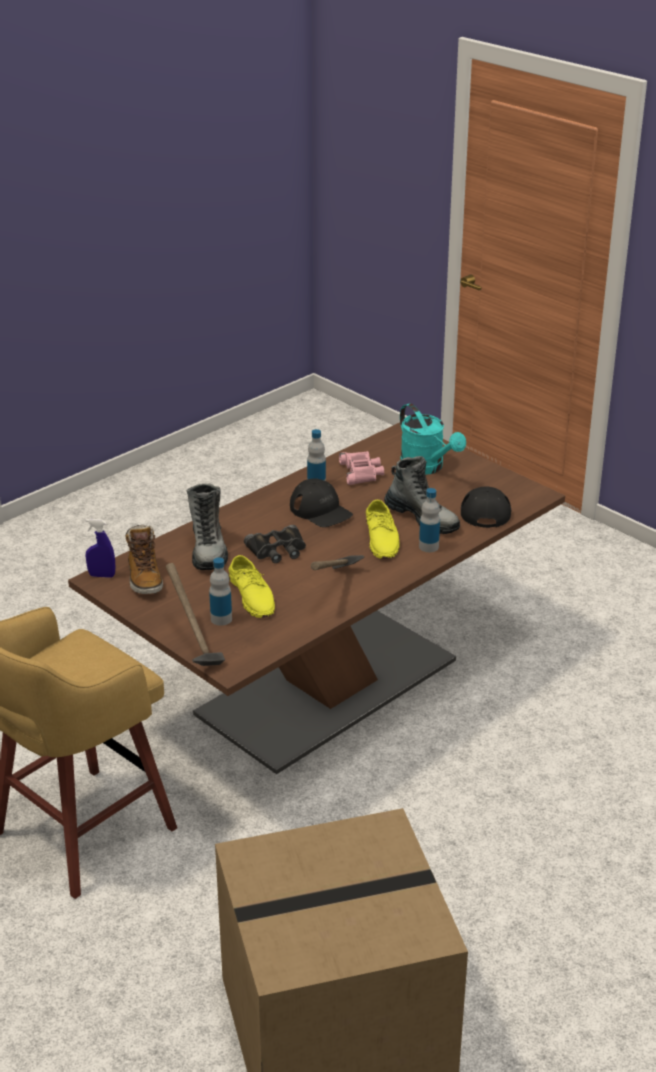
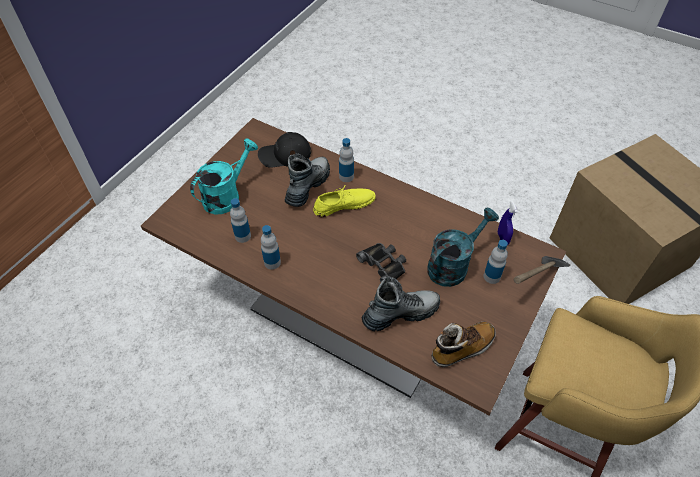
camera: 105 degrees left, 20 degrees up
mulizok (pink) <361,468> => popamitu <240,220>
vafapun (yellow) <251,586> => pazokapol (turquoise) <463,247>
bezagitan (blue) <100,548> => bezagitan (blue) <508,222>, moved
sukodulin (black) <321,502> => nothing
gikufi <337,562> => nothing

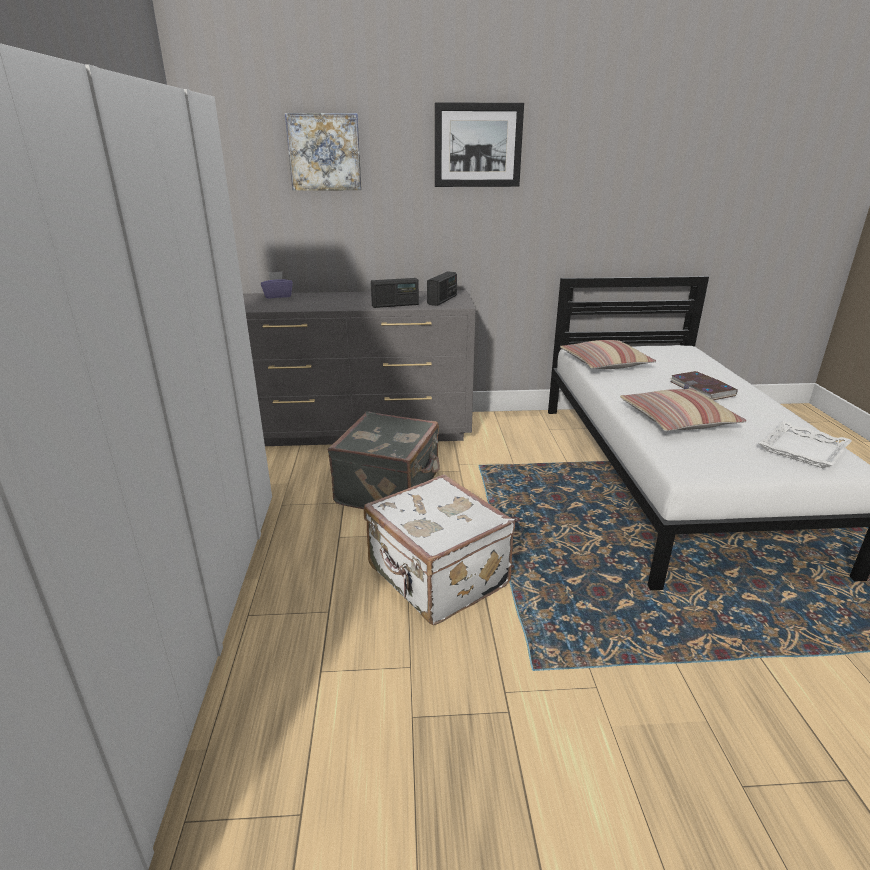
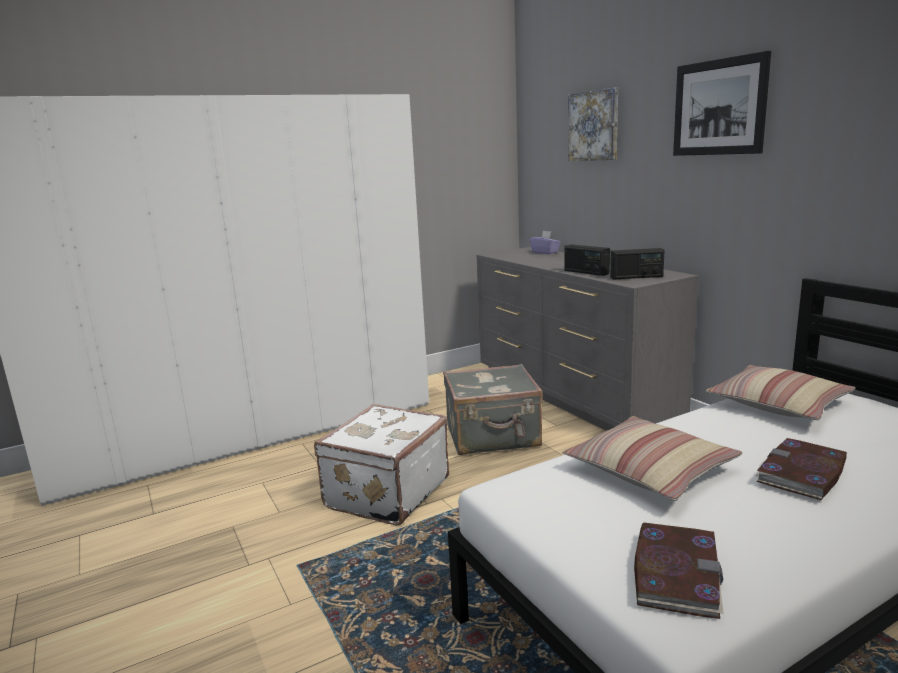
camera: 65 degrees right, 10 degrees down
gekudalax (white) <805,444> => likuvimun <679,571>

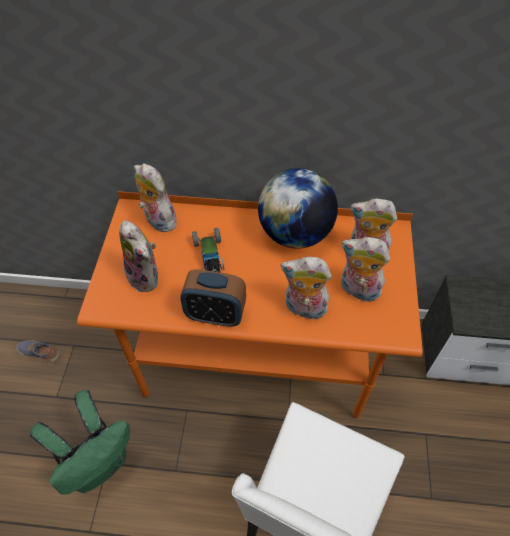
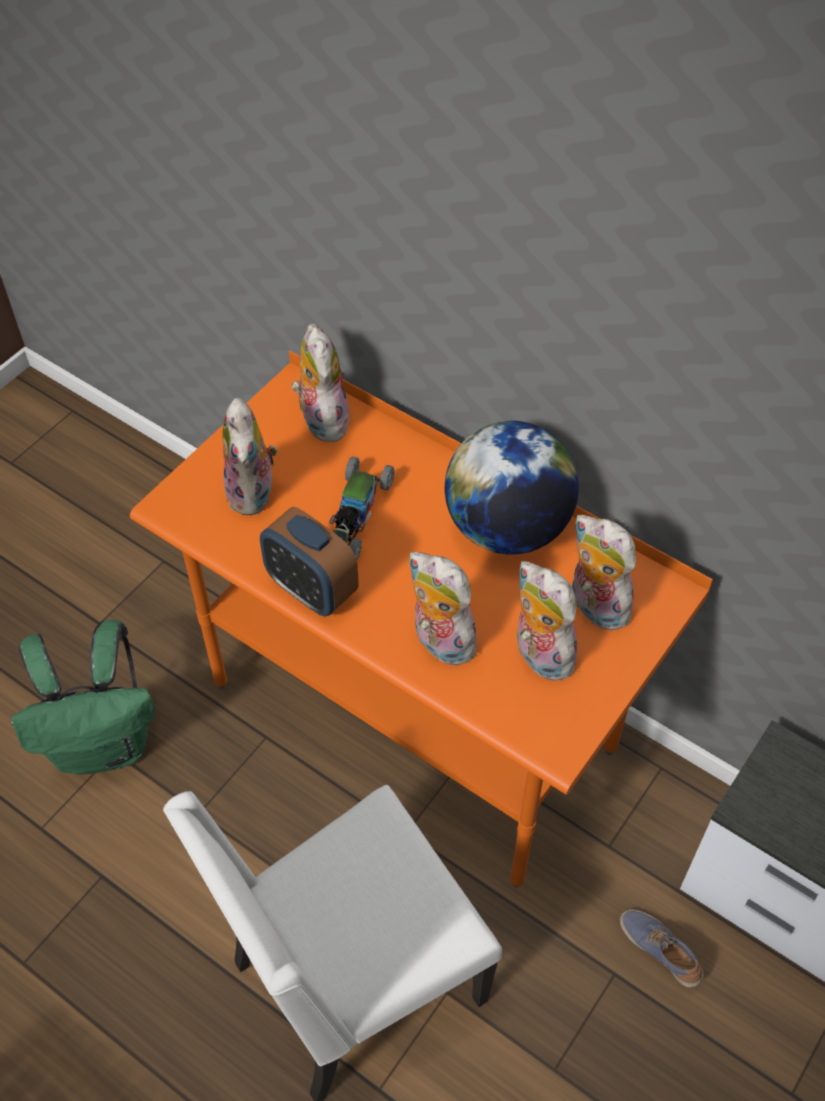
camera: 30 degrees right, 0 degrees up
vafapun <37,351> => vafapun <662,948>, moved

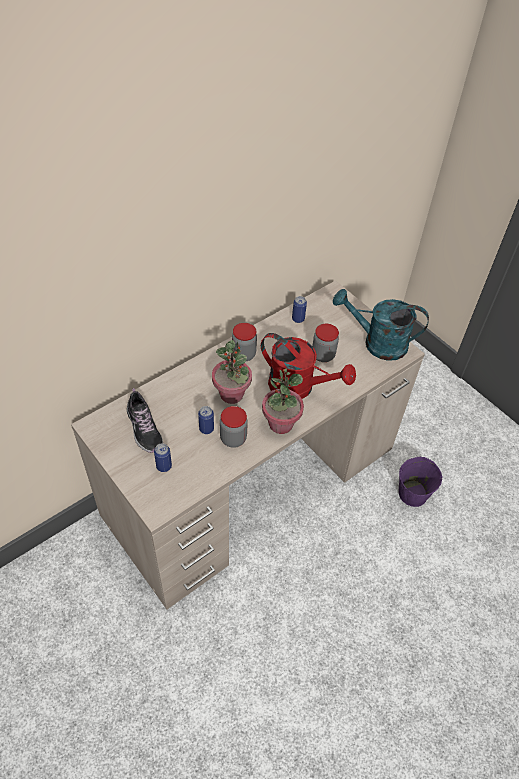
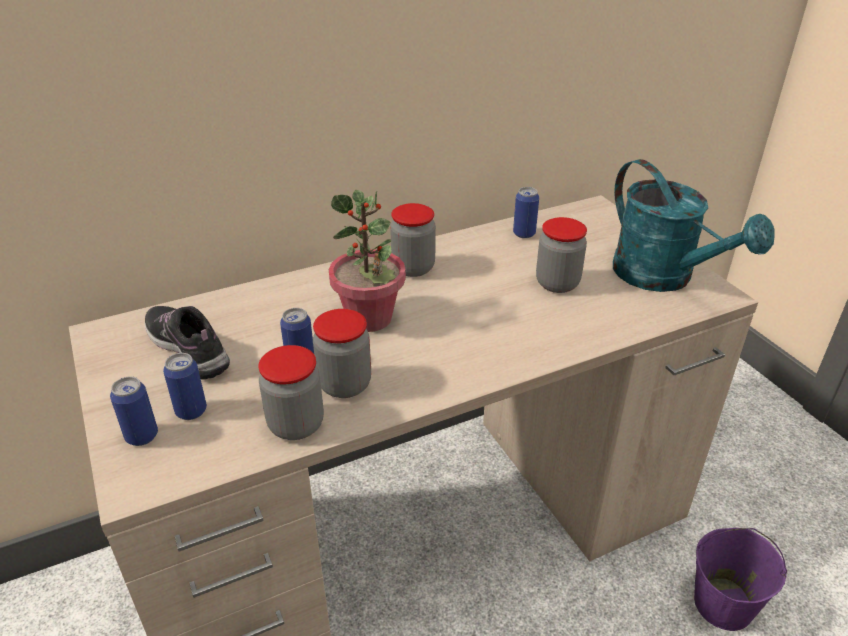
camera: 15 degrees right, 15 degrees down
nothing => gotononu <134,411>
vafapun <145,420> => vafapun <187,343>, 150 degrees clockwise
nothing => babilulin <291,392>
pazokapol (turquoise) <381,325> => pazokapol (turquoise) <694,225>, 150 degrees counterclockwise
pazokapol (red) <308,366> => nothing
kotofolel <283,401> => nothing

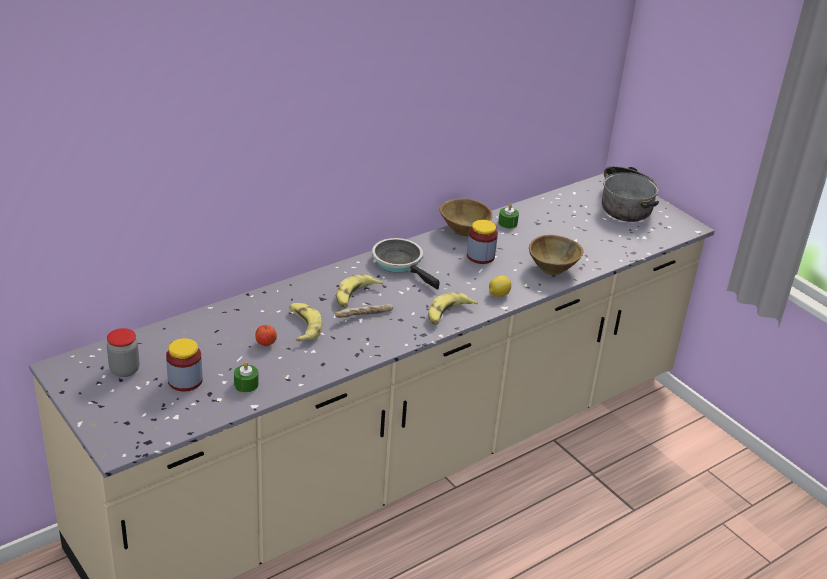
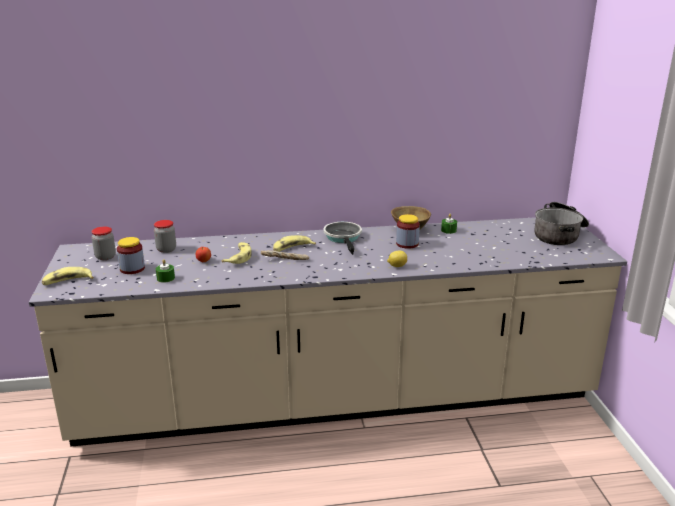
camera: 30 degrees right, 10 degrees down
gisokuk <453,309> => gisokuk <68,276>, moved
nothing => babilulin <165,236>
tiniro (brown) <556,255> => nothing

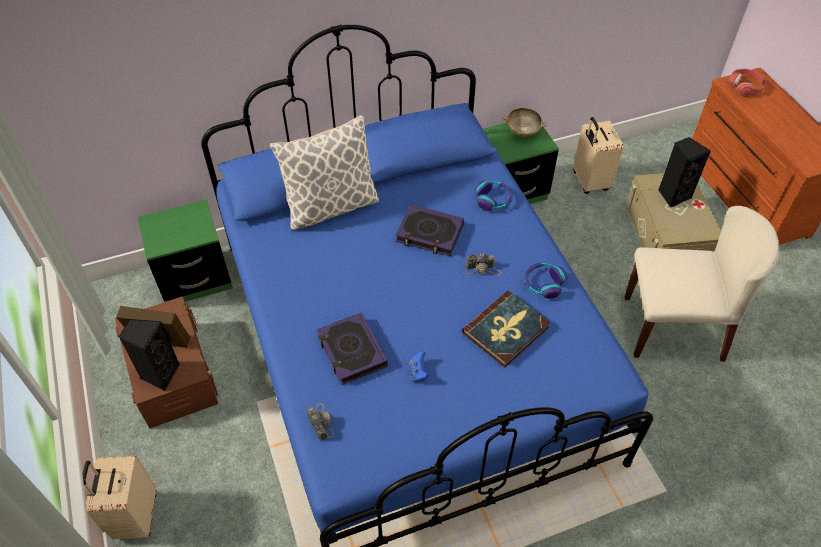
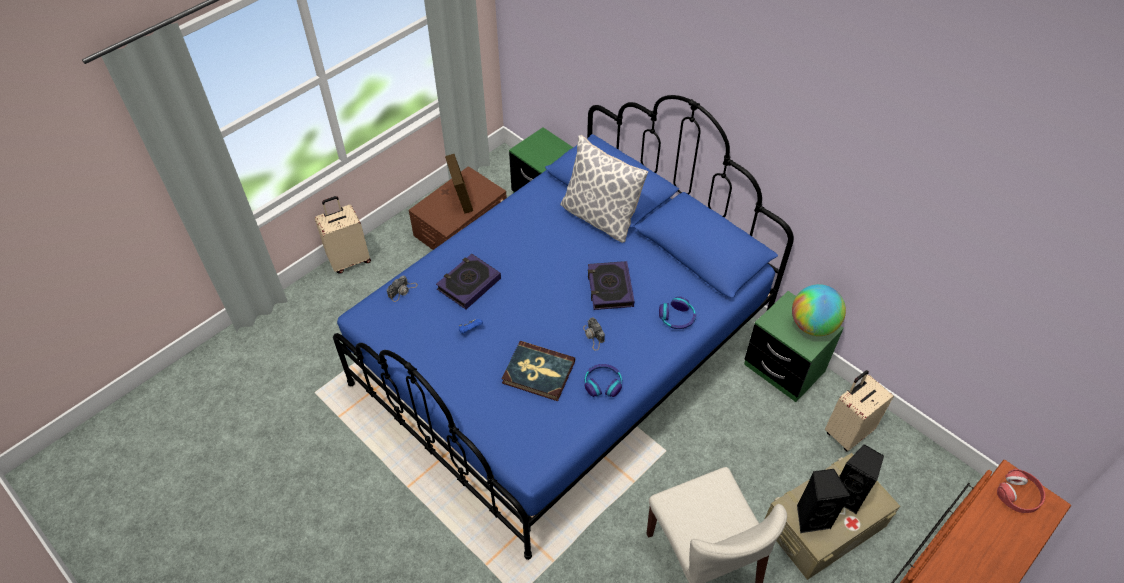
camera: 65 degrees right, 0 degrees up
tiniro (beige) <525,122> => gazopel <819,310>
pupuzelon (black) <149,355> => pupuzelon (black) <823,501>, moved

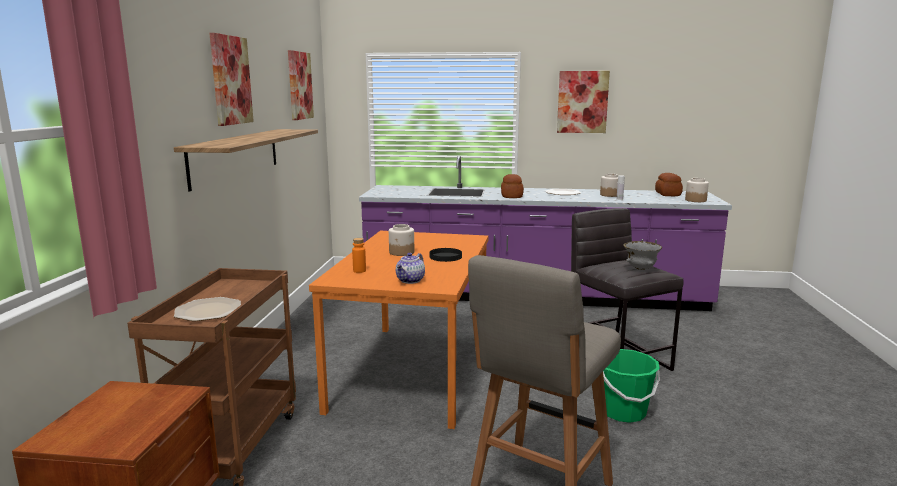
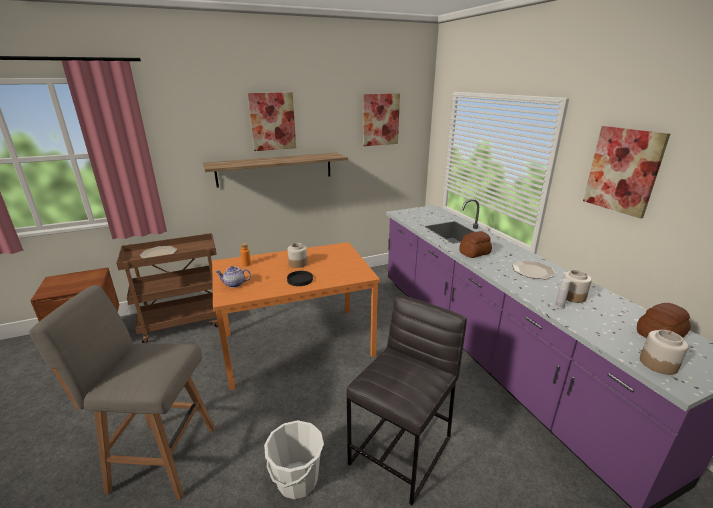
camera: 60 degrees right, 10 degrees up
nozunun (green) <631,386> => nozunun (white) <294,459>
tiniro (grey) <642,255> => nothing

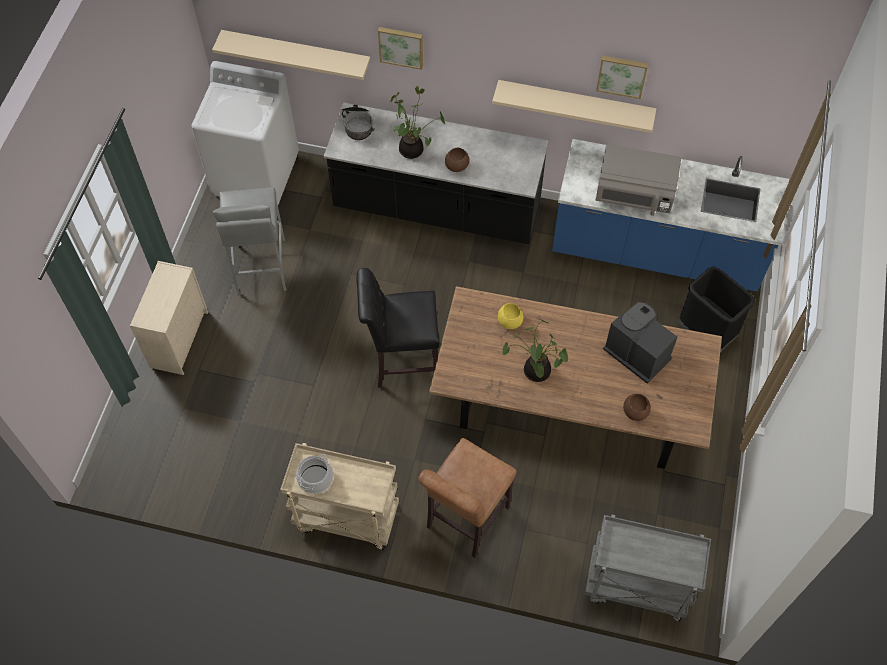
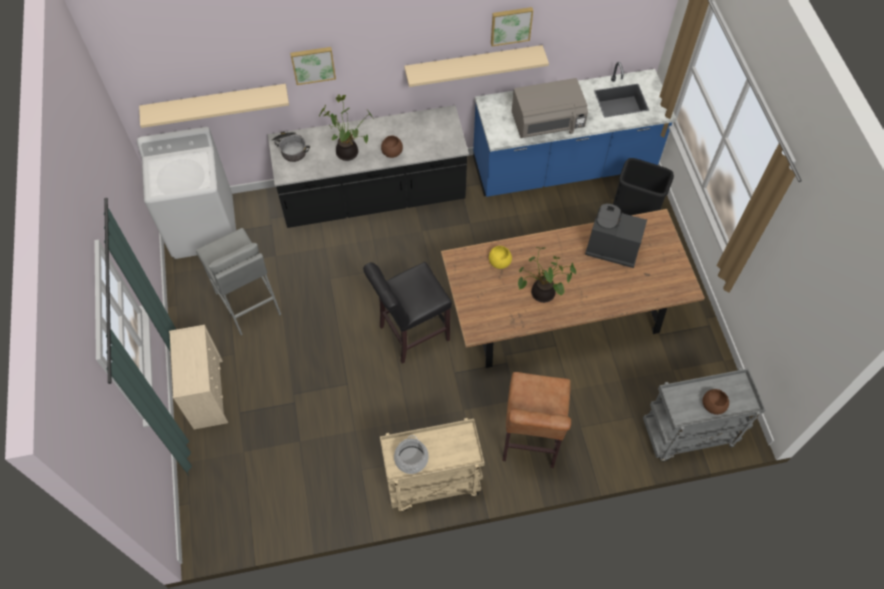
camera: 25 degrees left, 0 degrees up
tiniro (brown) <637,407> => tiniro (brown) <715,402>, moved

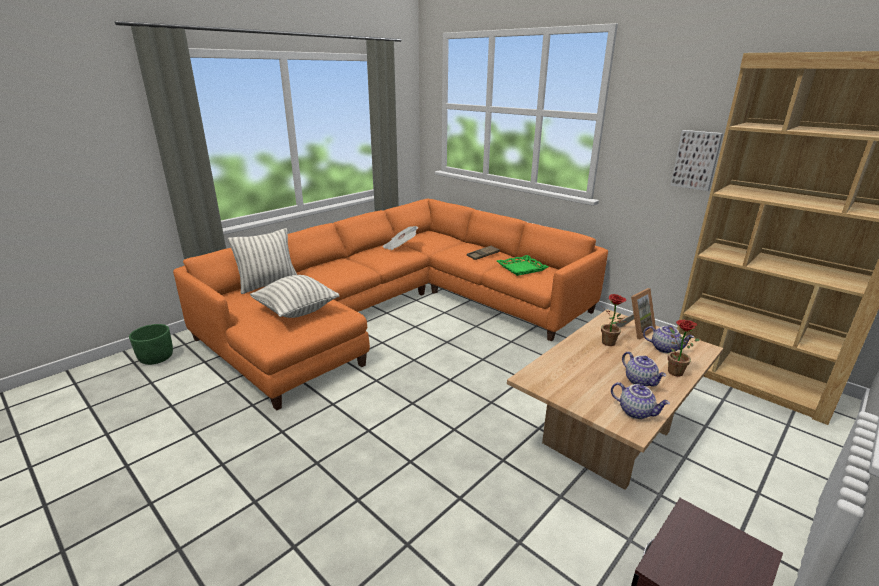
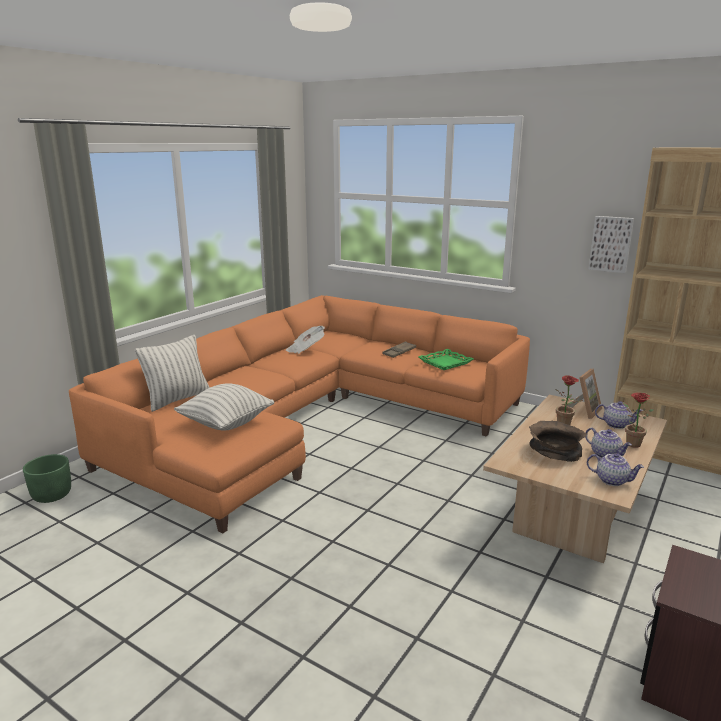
camera: 10 degrees left, 5 degrees down
nothing => tiniro (brown) <558,441>

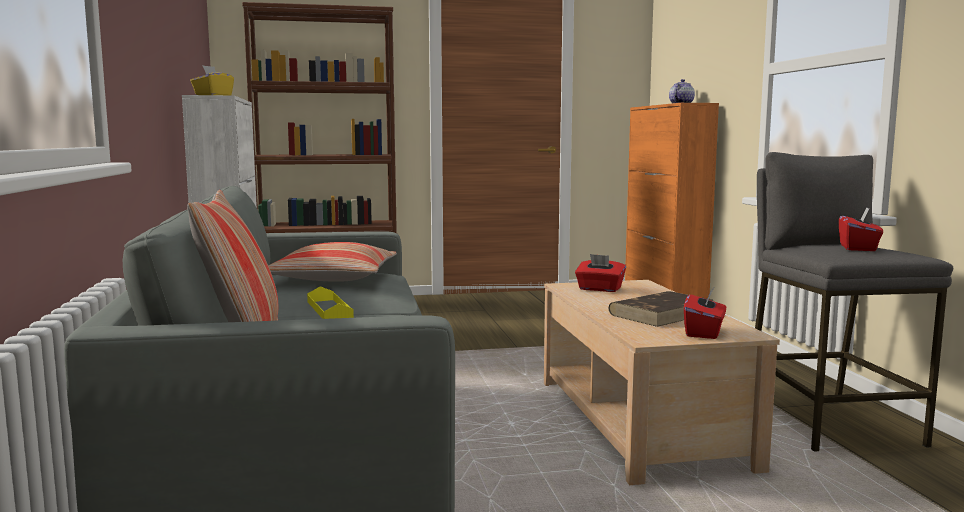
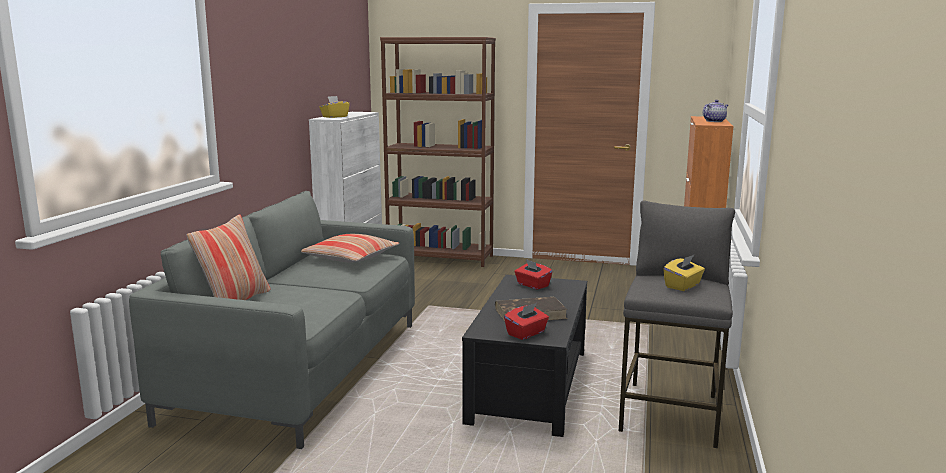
camera: 25 degrees right, 5 degrees up
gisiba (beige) <662,382> => gisiba (black) <524,356>
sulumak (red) <861,229> => sulumak (yellow) <684,273>
gekudalax (yellow) <330,302> => nothing

